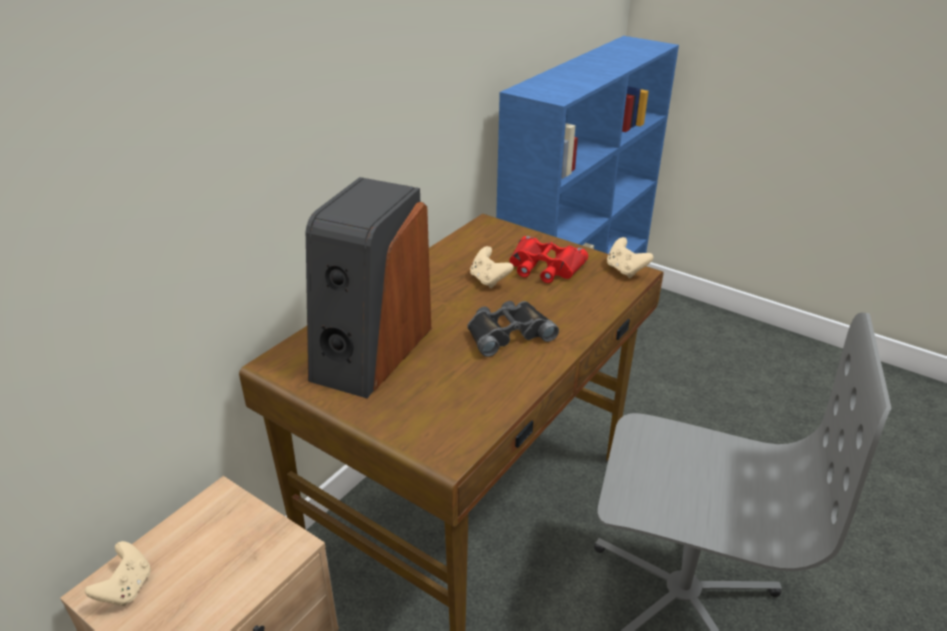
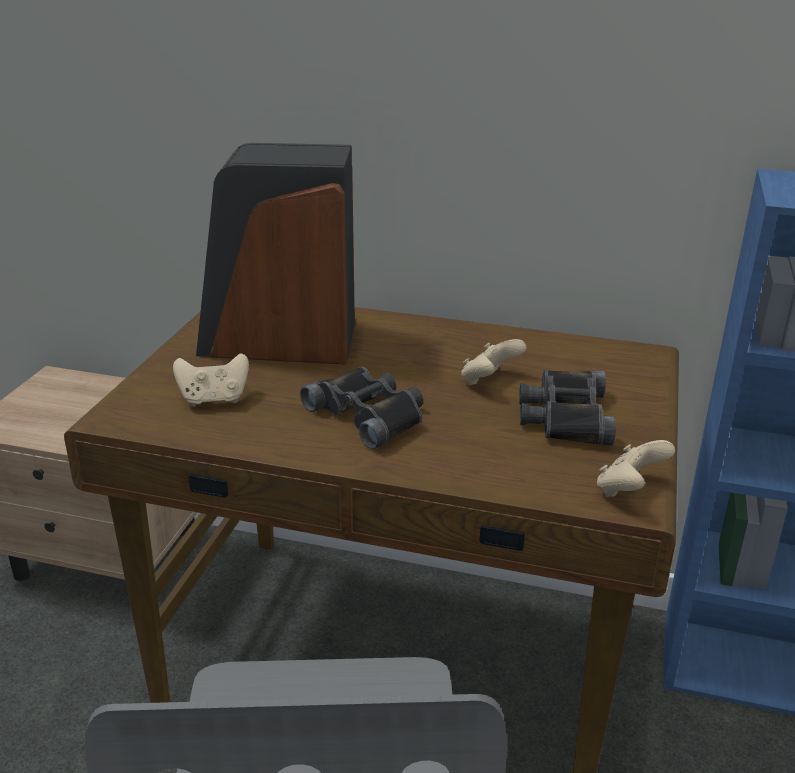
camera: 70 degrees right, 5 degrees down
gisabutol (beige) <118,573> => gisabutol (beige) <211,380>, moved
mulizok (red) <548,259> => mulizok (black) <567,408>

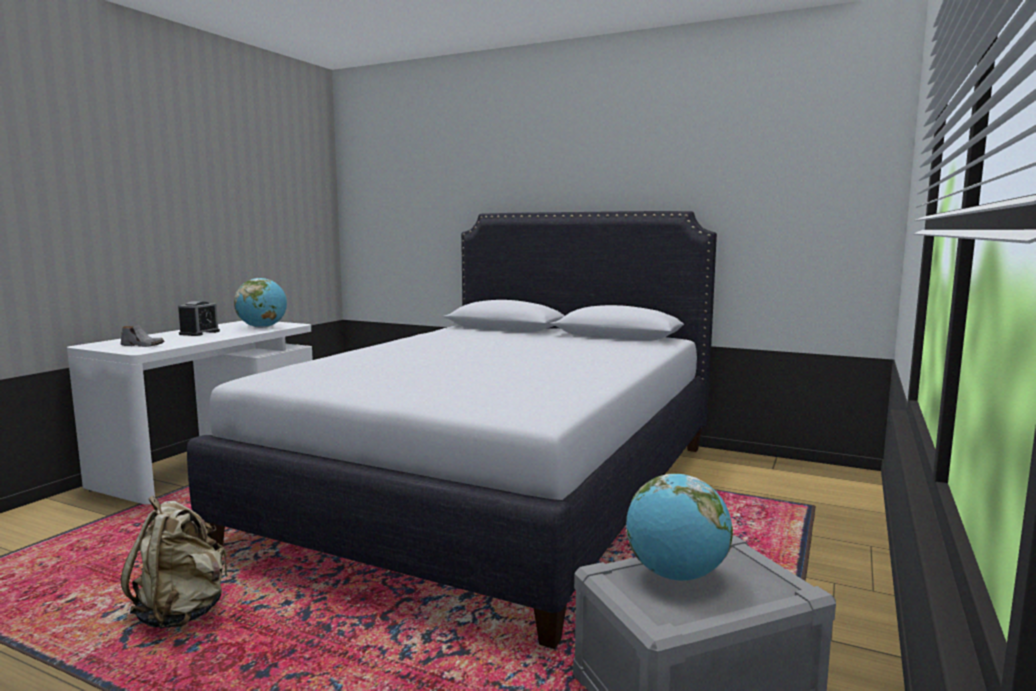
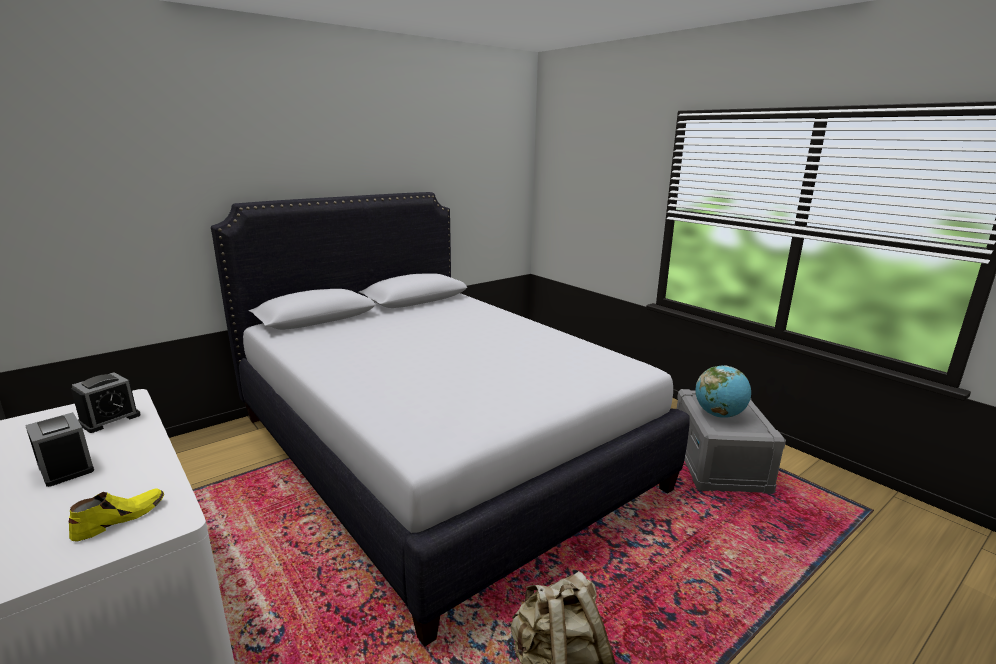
camera: 65 degrees left, 10 degrees up
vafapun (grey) <142,336> => vafapun (yellow) <116,514>
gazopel <260,303> => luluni <106,402>

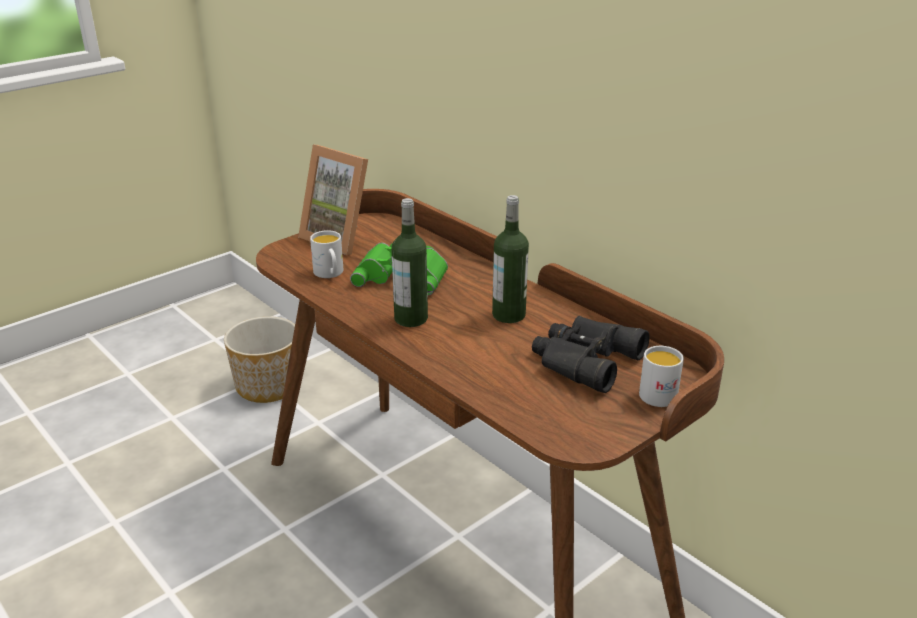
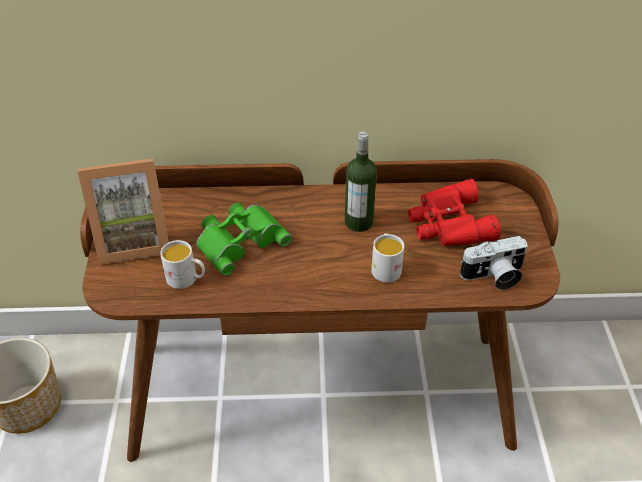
camera: 50 degrees left, 15 degrees up
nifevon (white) <661,376> => nifevon (white) <387,258>, moved
mulizok (black) <591,354> => mulizok (red) <454,212>
nothing => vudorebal <494,263>
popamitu <409,262> => nothing

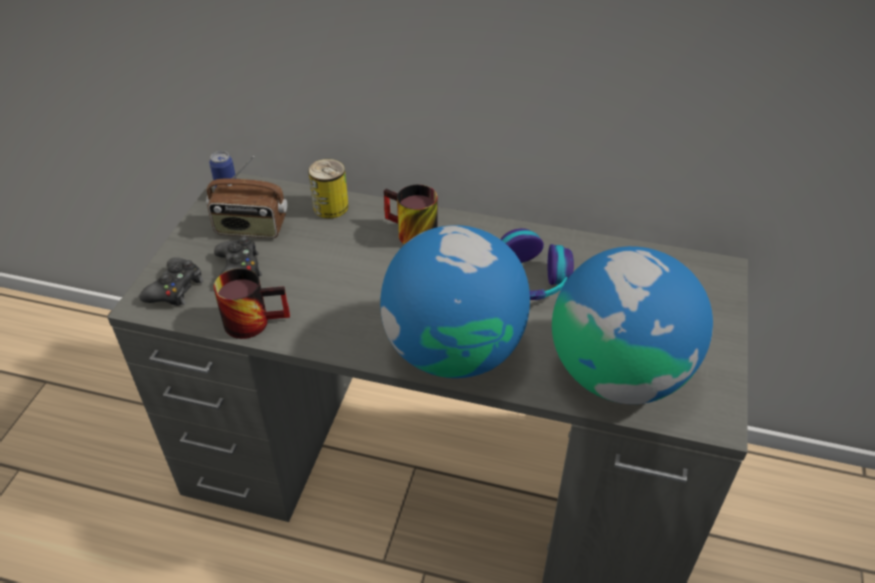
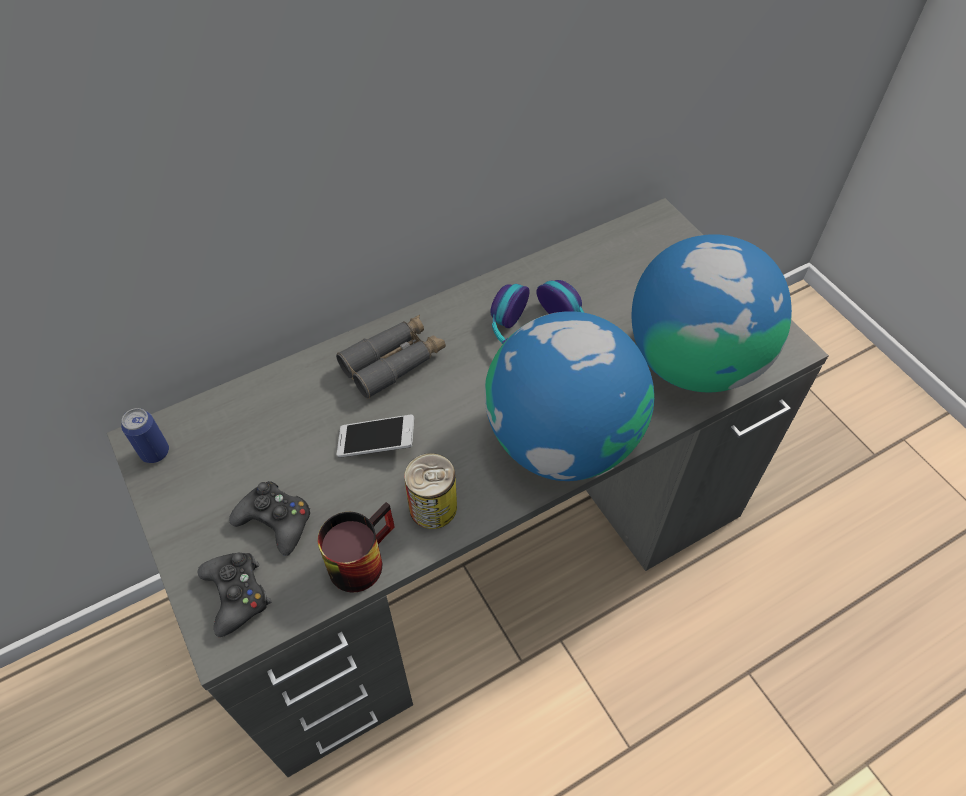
camera: 45 degrees left, 10 degrees up
nifevon <411,214> => mulizok (grey) <391,357>
nothing => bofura <375,436>
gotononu <328,189> => gotononu <430,491>, moved
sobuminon <246,197> => nothing

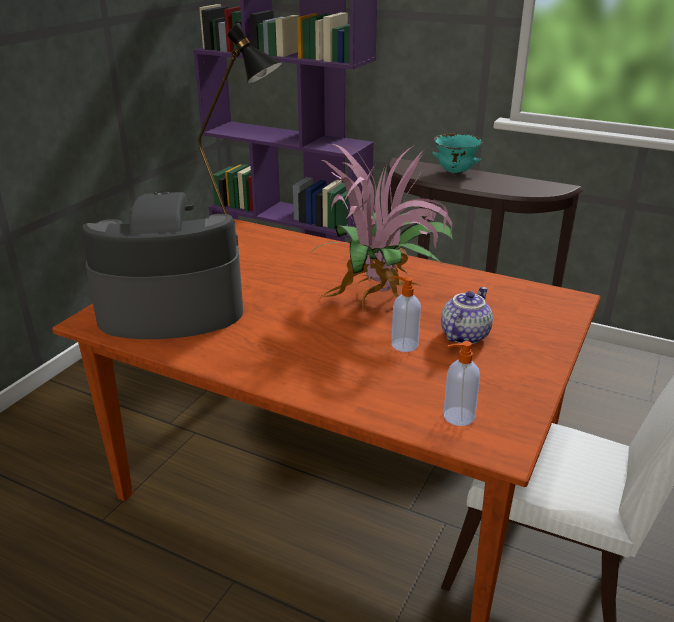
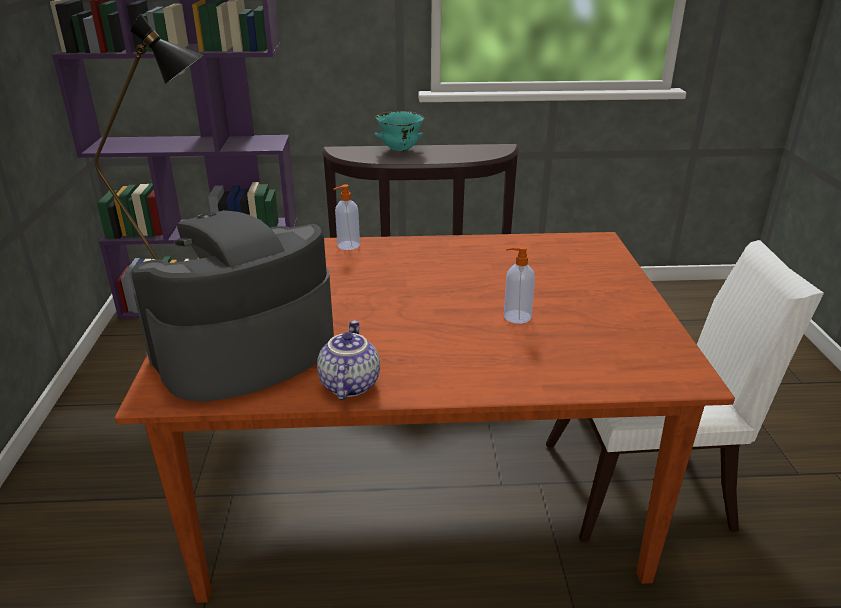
camera: 30 degrees left, 0 degrees up
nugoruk <467,315> => nugoruk <348,360>, moved
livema <461,383> => livema <346,217>, moved
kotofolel <380,227> => nothing

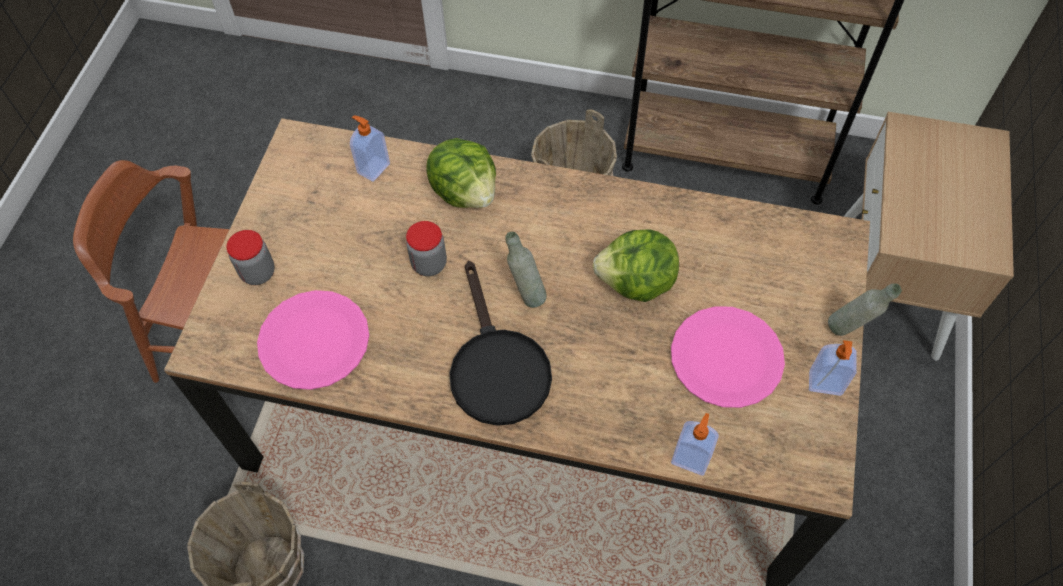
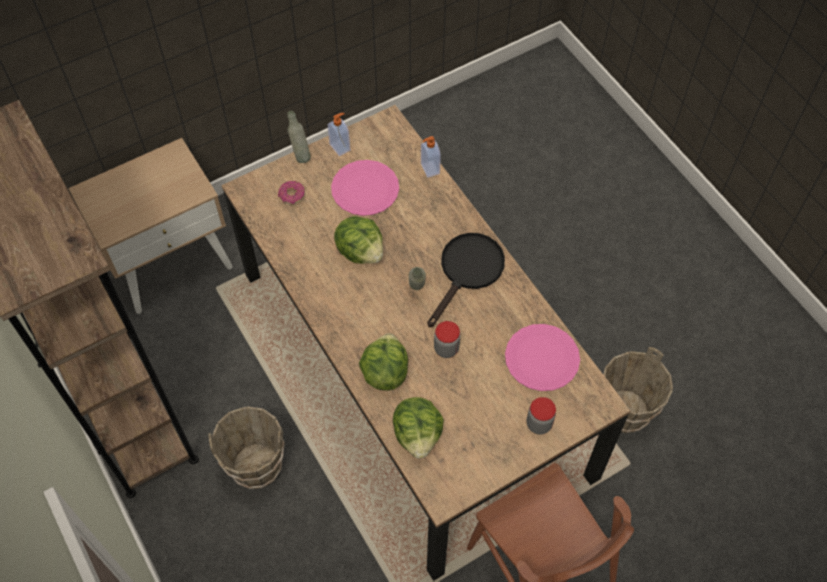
camera: 135 degrees left, 0 degrees up
nothing => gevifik <291,193>
livema <370,149> => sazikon <418,427>

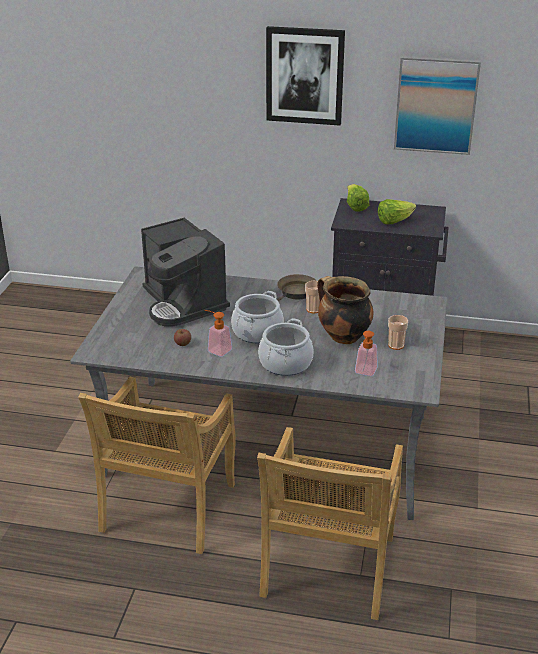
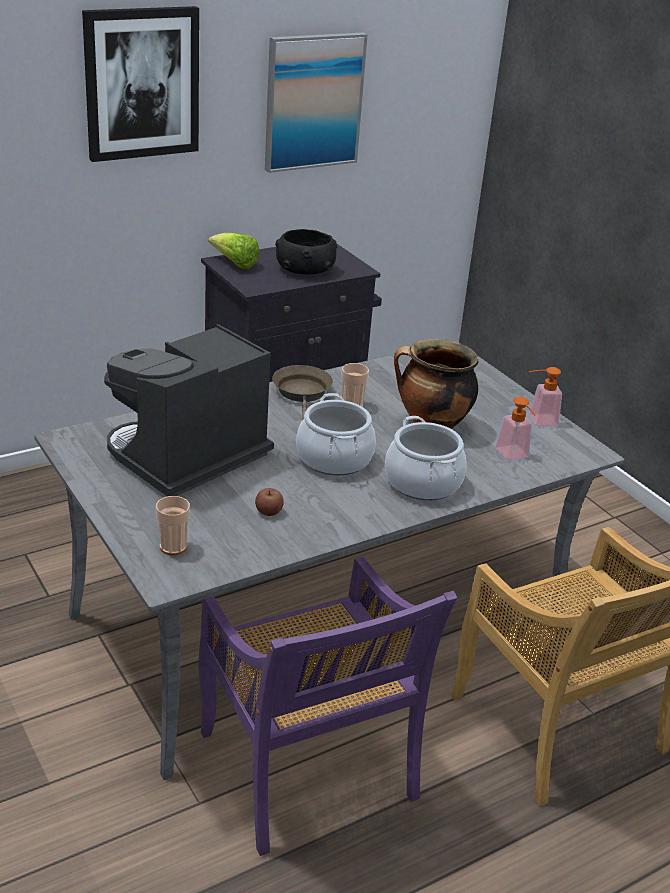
camera: 45 degrees left, 0 degrees up
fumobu <185,272> => fumobu <189,410>, 120 degrees clockwise
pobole <398,332> => pobole <173,525>, moved
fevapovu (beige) <157,465> => fevapovu (purple) <327,706>
sazikon <397,211> => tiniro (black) <306,252>
livema <218,333> => livema <545,397>, moved

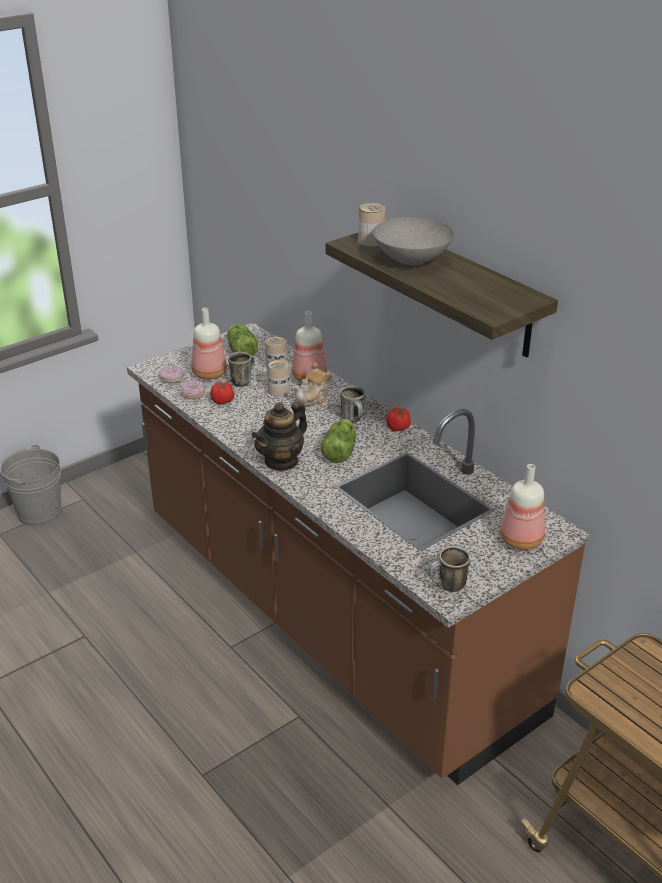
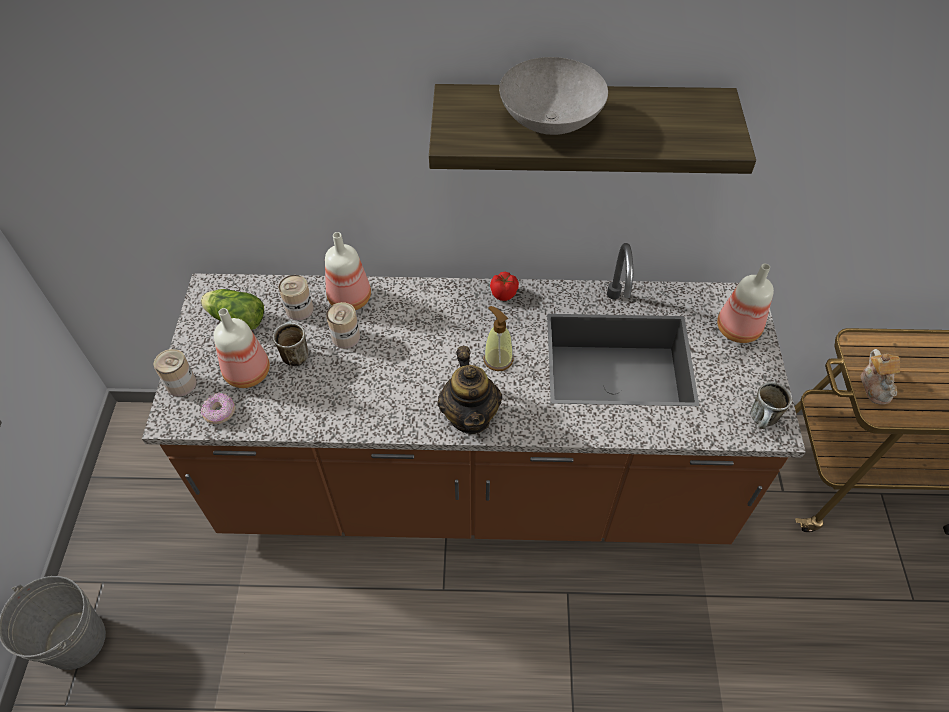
camera: 50 degrees left, 20 degrees up
gotononu <371,225> => gotononu <175,373>, moved
sazikon <338,441> => livema <498,338>
nugoruk <312,384> => nugoruk <880,376>, moved
gevifik <193,389> => nothing
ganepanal <222,393> => nothing
nifevon <352,404> => nothing

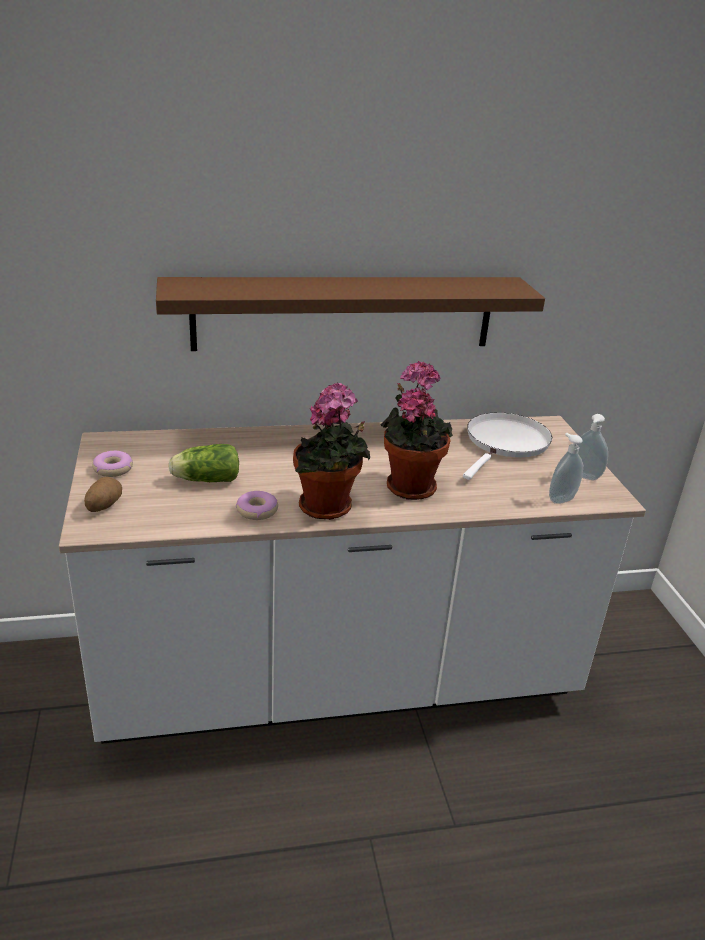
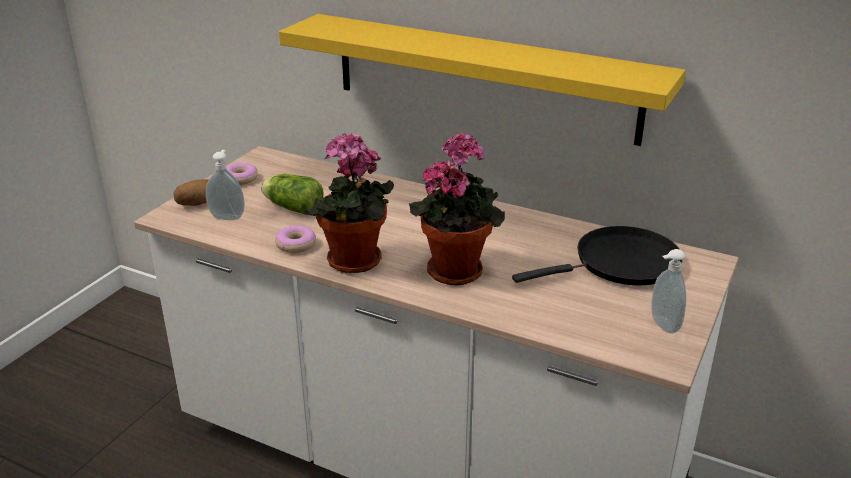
camera: 40 degrees right, 0 degrees up
livema <566,468> => livema <225,185>, moved
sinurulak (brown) <350,314> => sinurulak (yellow) <482,80>
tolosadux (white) <508,446> => tolosadux (black) <597,256>

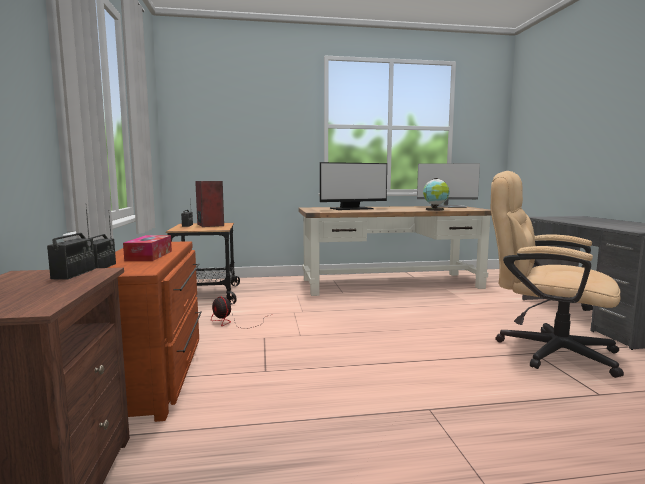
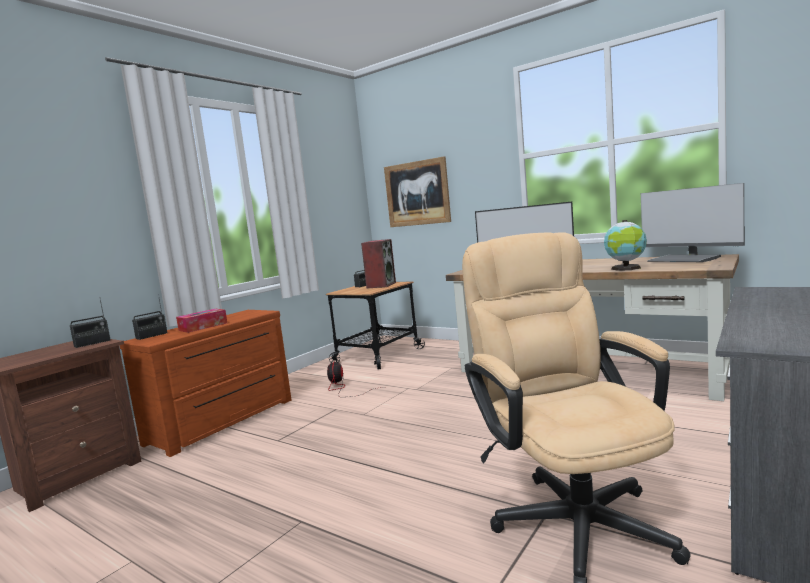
camera: 45 degrees right, 0 degrees up
nothing => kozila <417,191>

